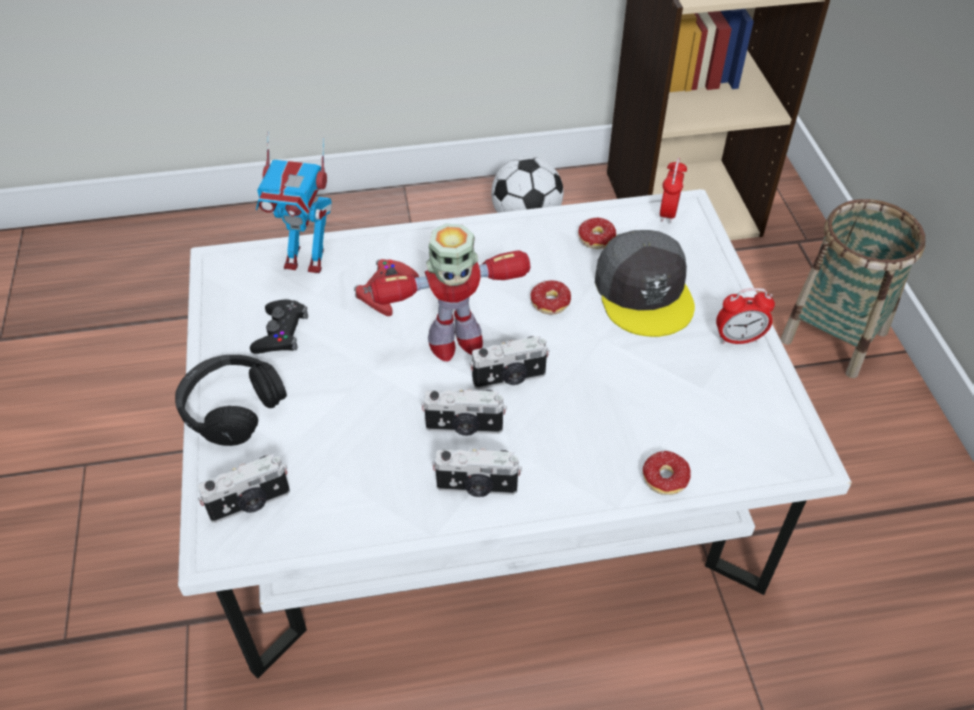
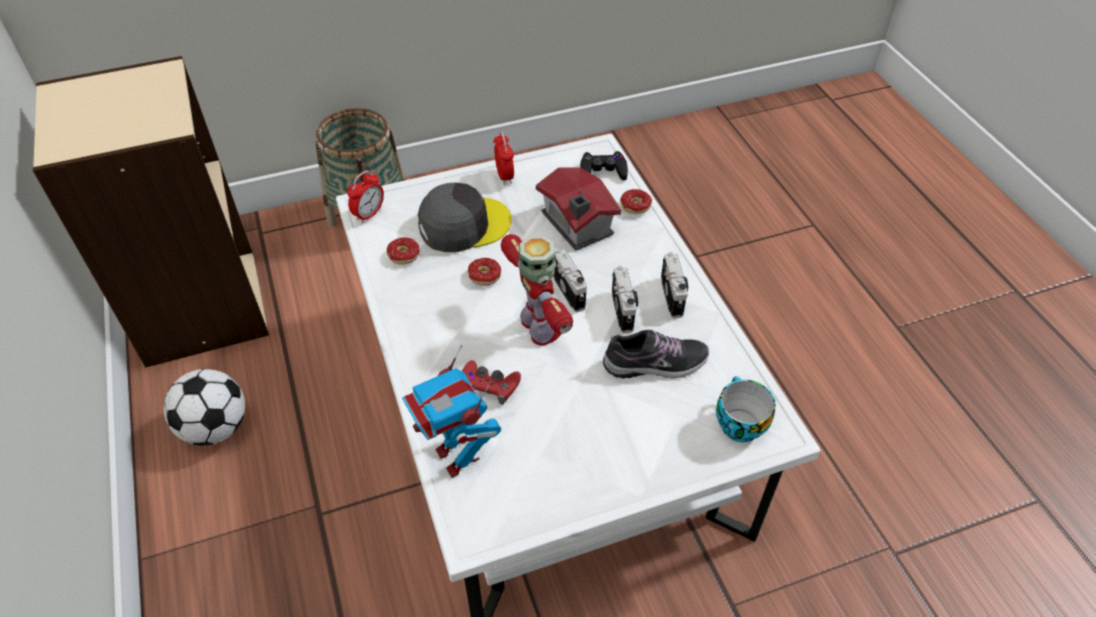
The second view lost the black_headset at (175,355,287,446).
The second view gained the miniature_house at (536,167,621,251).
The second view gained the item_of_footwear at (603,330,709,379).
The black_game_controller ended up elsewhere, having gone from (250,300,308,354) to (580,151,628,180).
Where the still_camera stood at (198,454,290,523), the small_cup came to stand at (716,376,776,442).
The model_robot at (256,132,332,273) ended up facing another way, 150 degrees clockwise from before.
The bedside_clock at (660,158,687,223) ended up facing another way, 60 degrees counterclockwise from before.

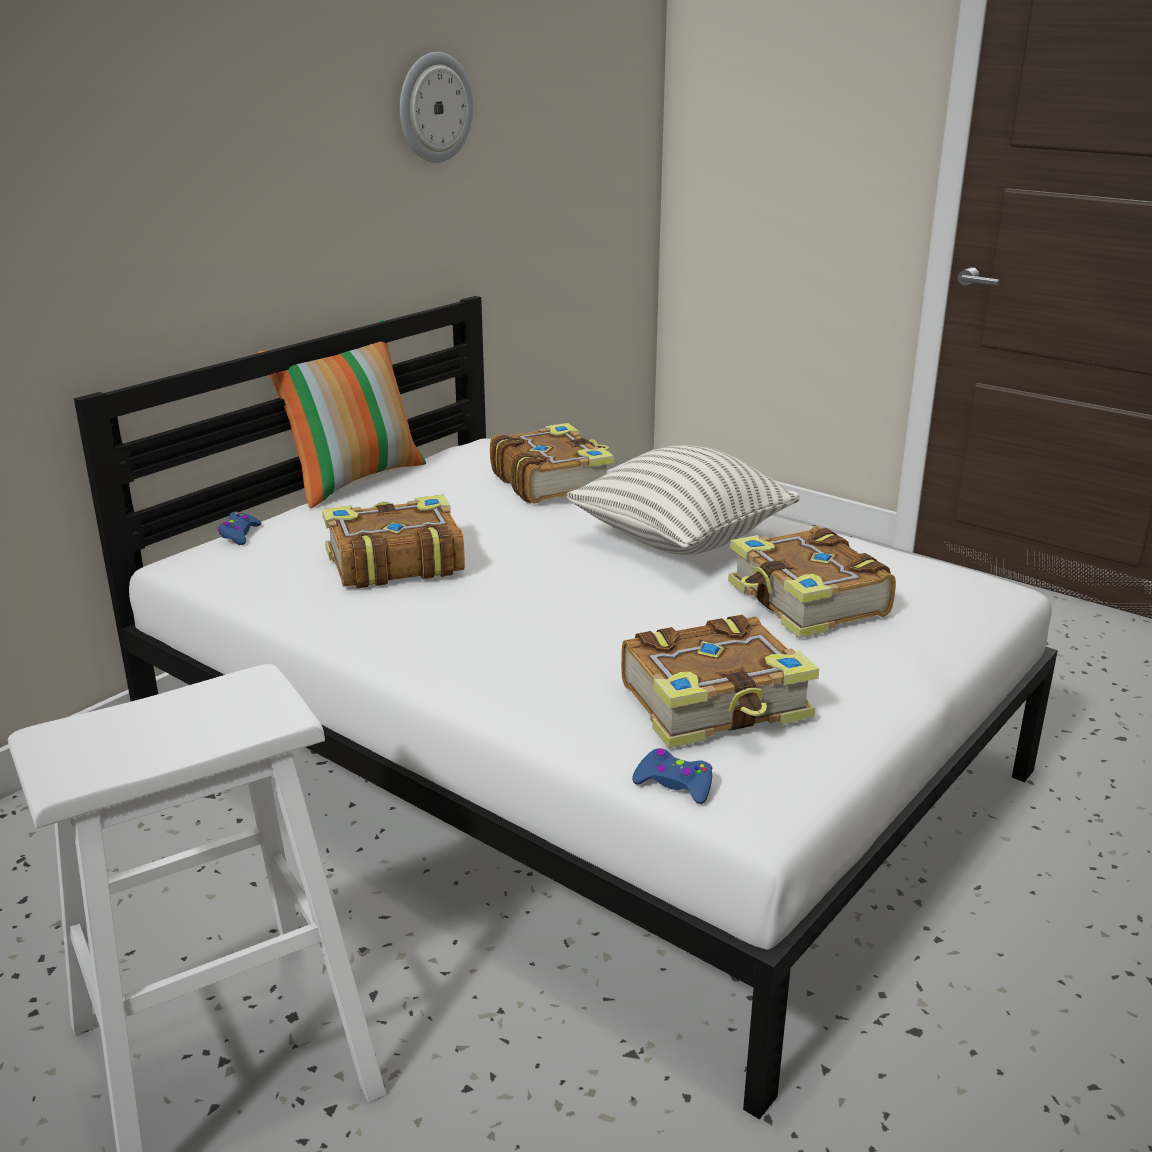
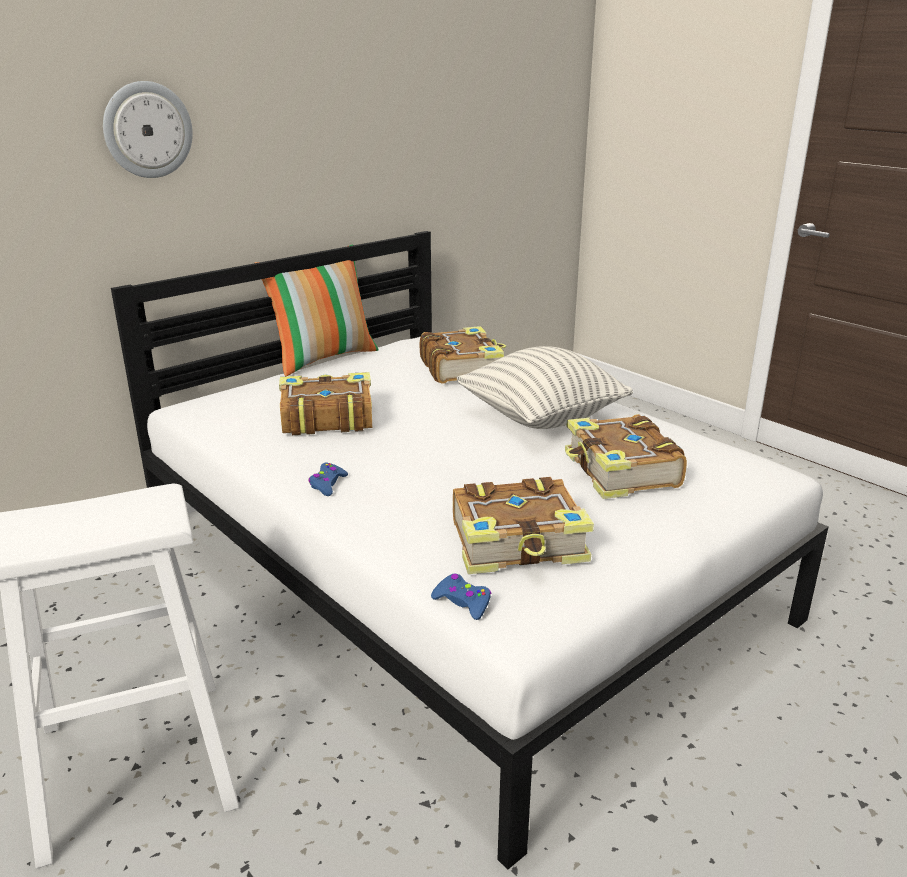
The bluish_game_controller ended up elsewhere, having gone from (218,512,261,545) to (308,462,348,496).
The clock_on_the_wall ended up elsewhere, having gone from (400,52,474,163) to (103,81,193,178).

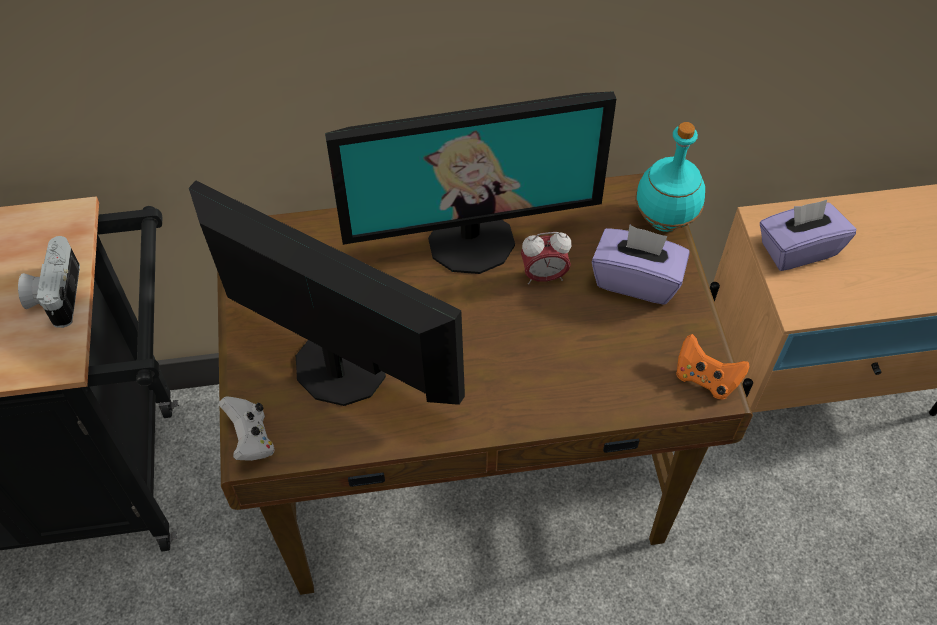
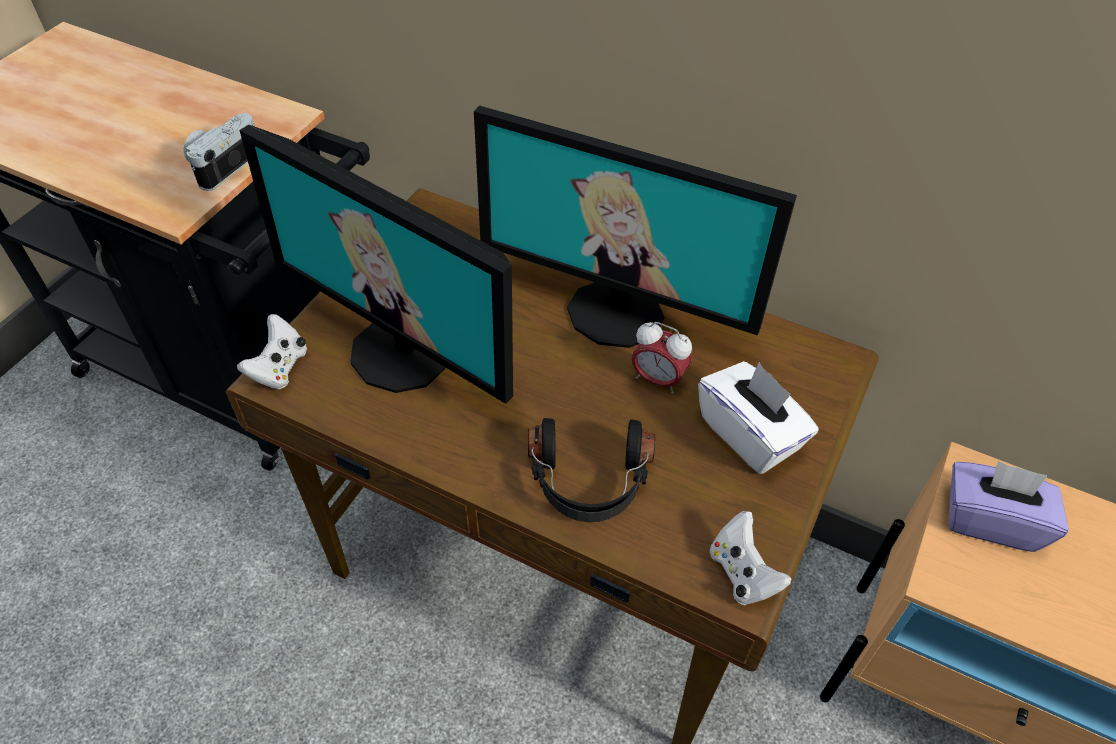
The second view lost the turquoise-coloured_bottle at (635,122,705,232).
The second view gained the black_headset at (528,418,656,522).
What was the purple_tissue_box at (591,224,690,305) turned into the whitish_tissue_box at (698,361,819,474).
What was the orange_game_controller at (676,334,750,400) turned into the whitish_game_controller at (710,511,792,606).
The monitor at (189,181,465,406) ended up facing another way, 150 degrees clockwise from before.

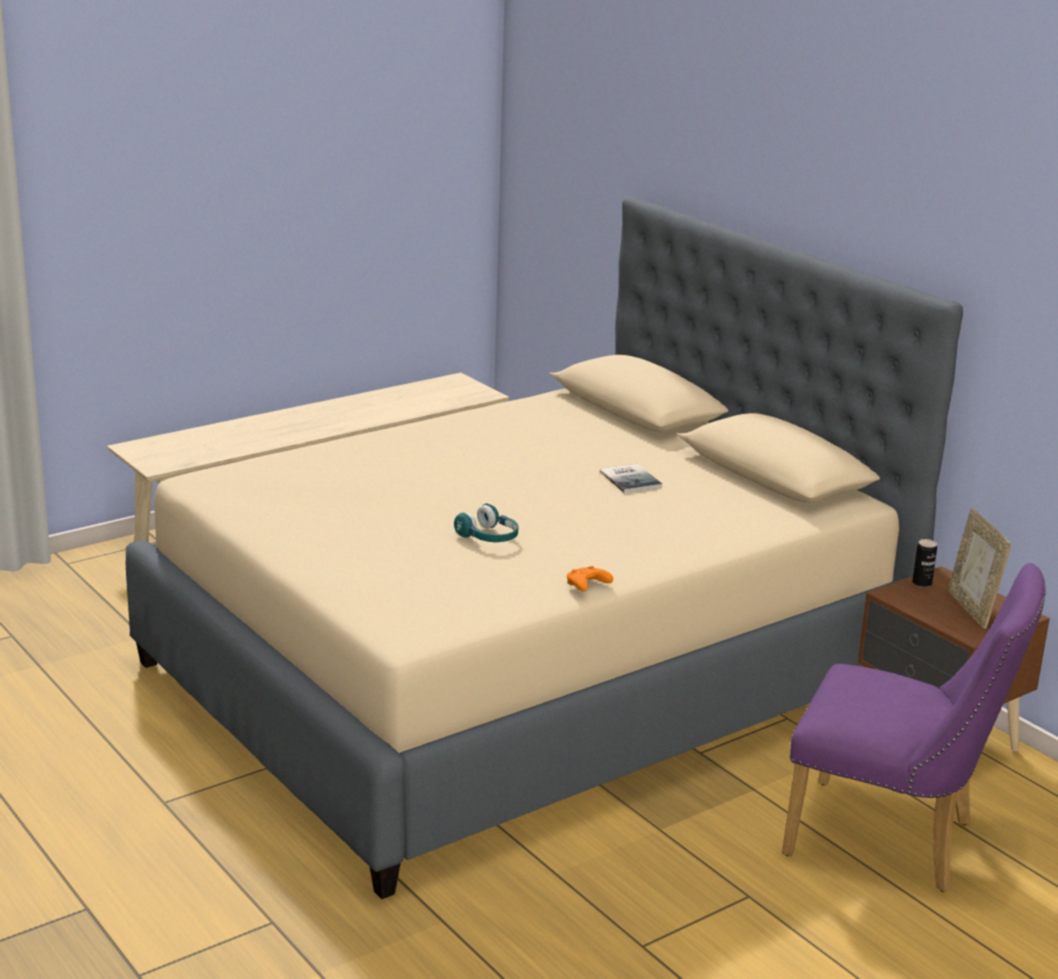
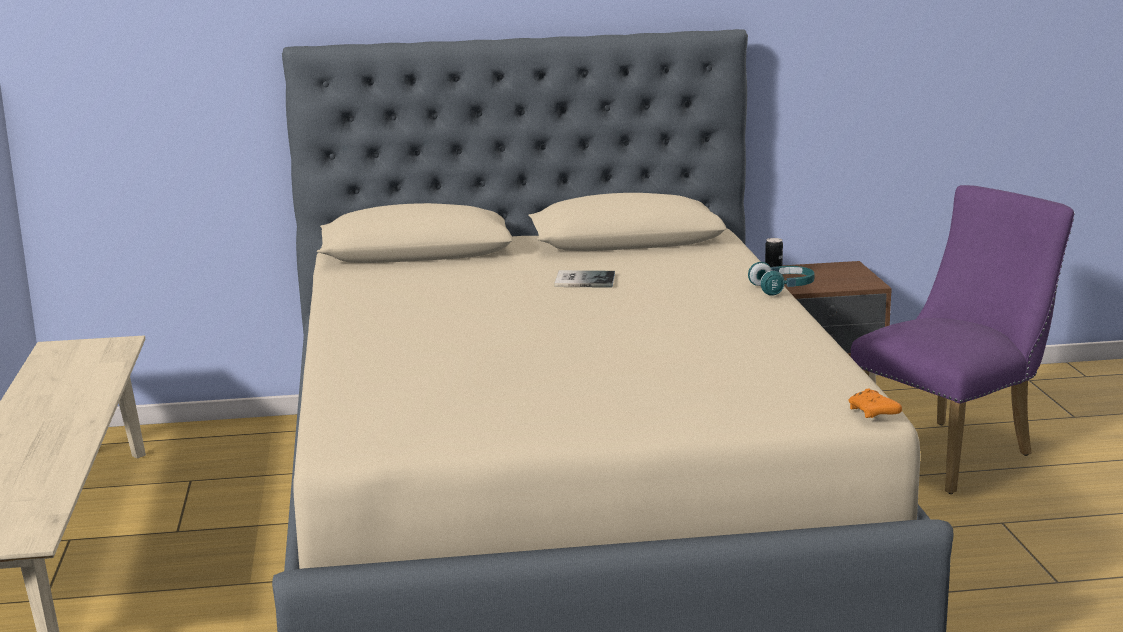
The second view lost the standing_frame at (948,508,1011,629).
The turquoise-coloured_headset ended up elsewhere, having gone from (454,504,518,542) to (748,262,815,296).
The orange_game_controller ended up elsewhere, having gone from (567,566,613,592) to (849,388,902,418).

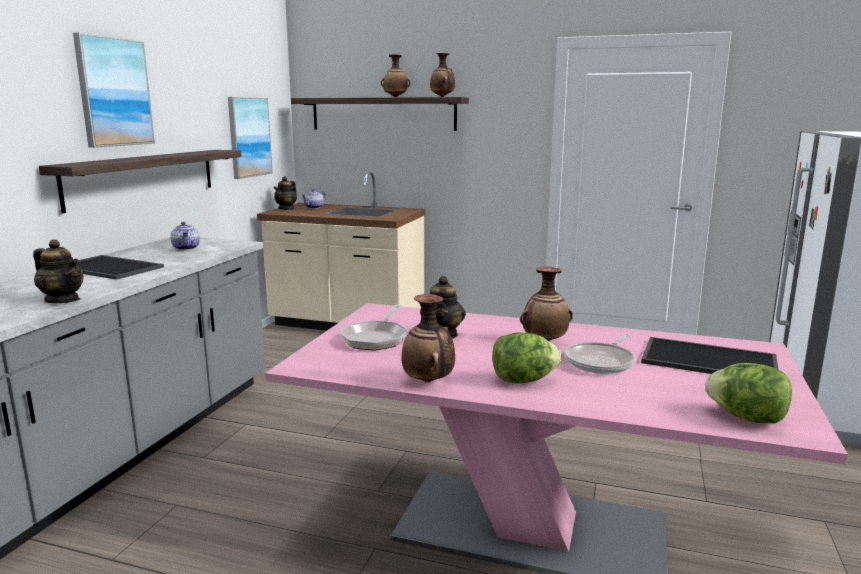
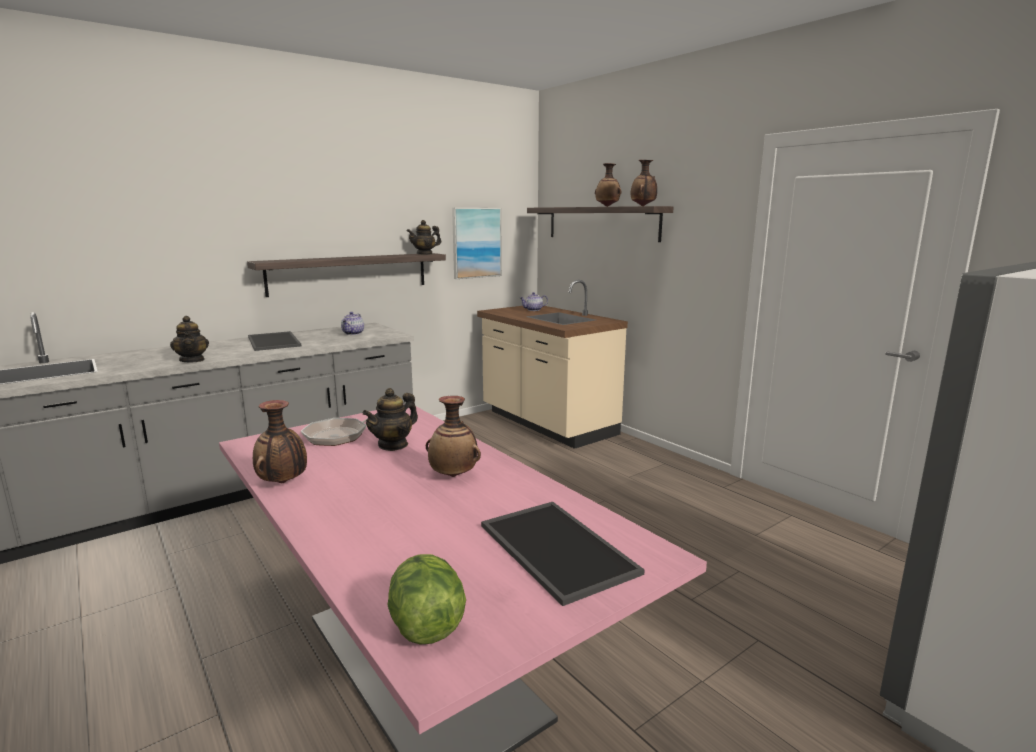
The second view lost the picture at (73,32,155,148).
The second view lost the lettuce_head at (492,332,561,384).
The second view lost the pan at (564,334,635,374).
The teapot ended up elsewhere, having gone from (274,176,297,210) to (407,220,441,255).

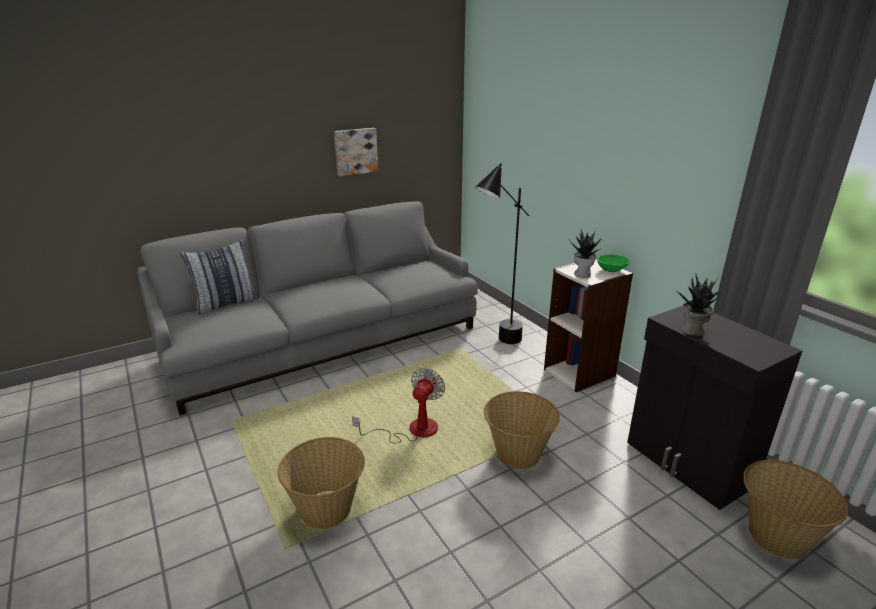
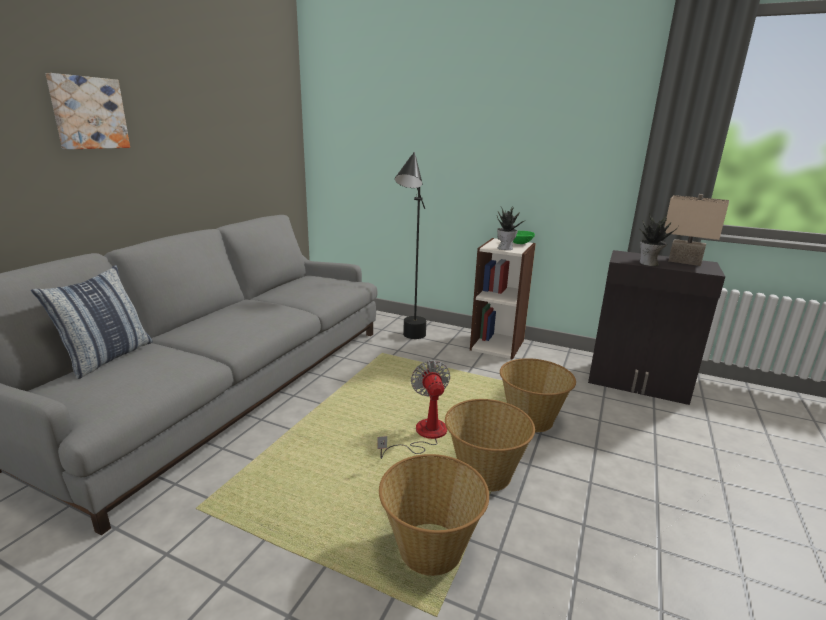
The second view gained the sand-coloured_table_lamp at (665,194,729,266).
The picture ended up elsewhere, having gone from (334,128,378,176) to (46,73,130,150).
The storage_basket ended up elsewhere, having gone from (743,460,848,559) to (445,399,535,492).

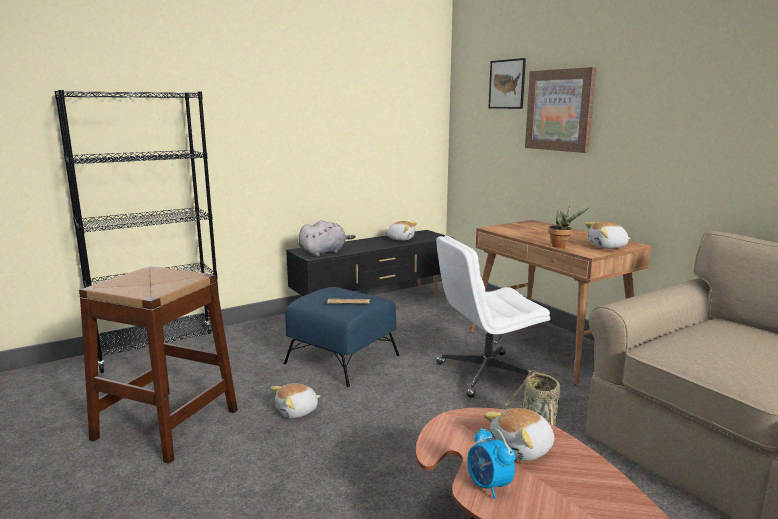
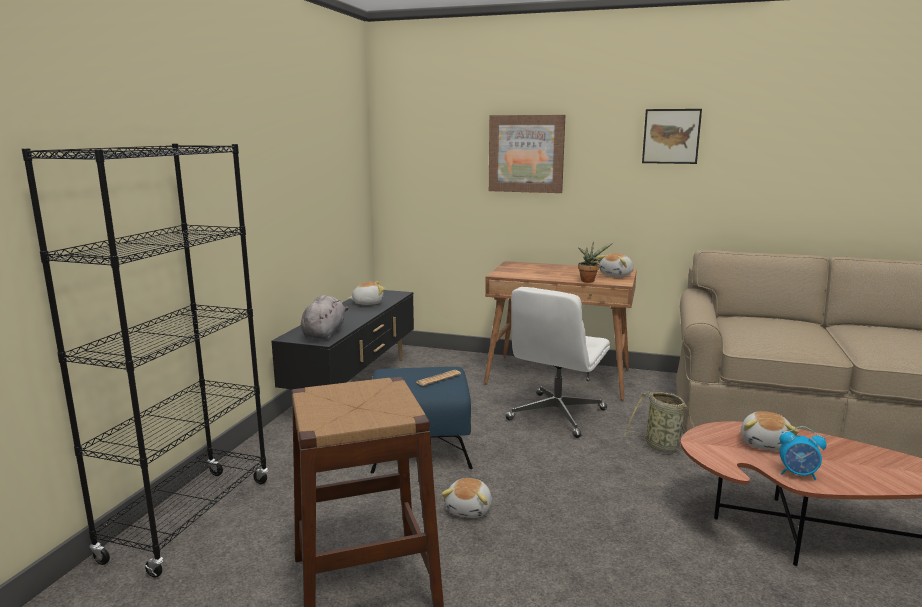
The picture ended up elsewhere, having gone from (488,58,526,109) to (642,109,702,164).

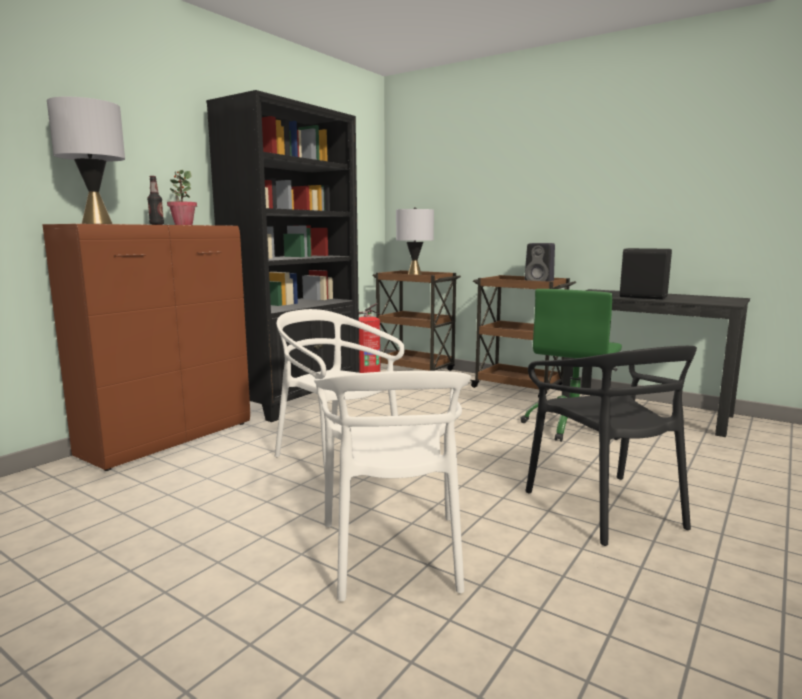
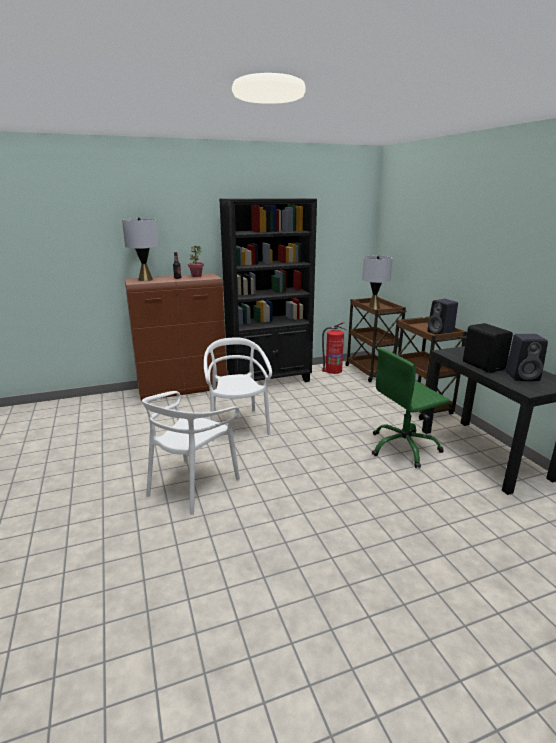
The second view lost the black_plain_chair at (525,346,697,546).
The second view gained the black_speaker at (506,334,548,381).

